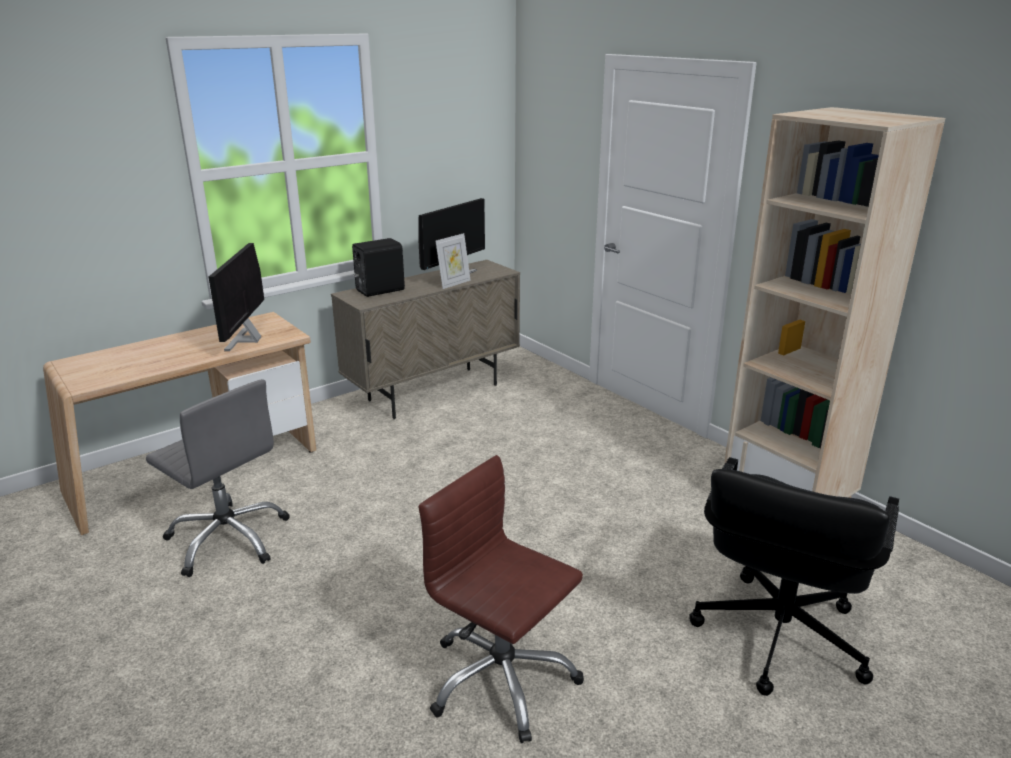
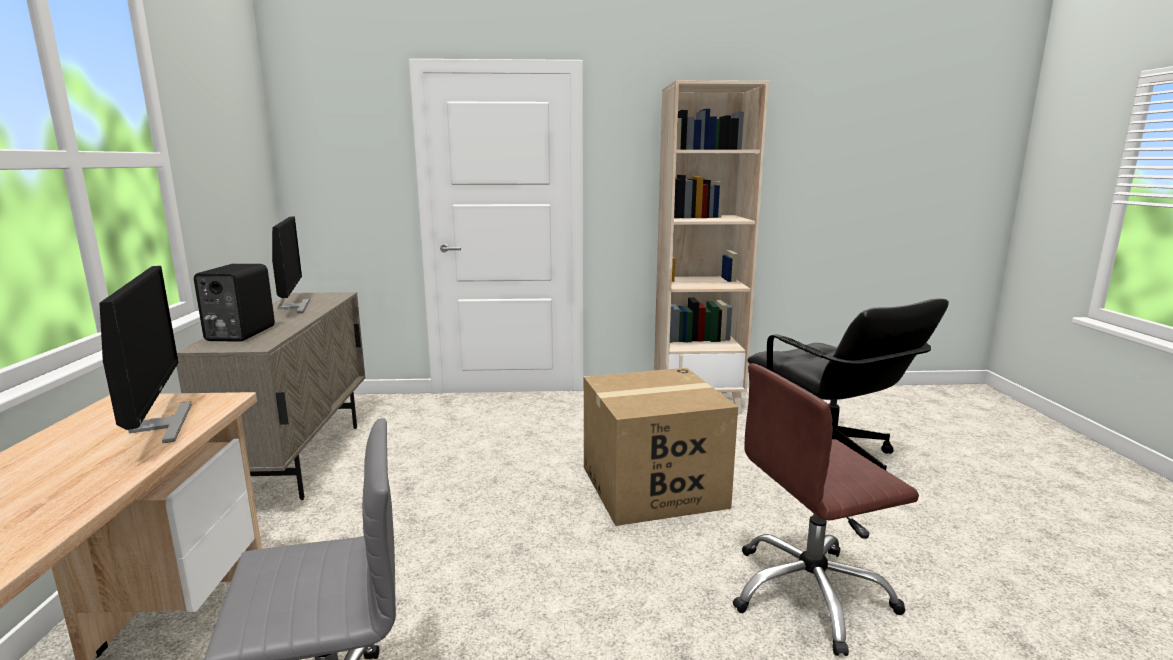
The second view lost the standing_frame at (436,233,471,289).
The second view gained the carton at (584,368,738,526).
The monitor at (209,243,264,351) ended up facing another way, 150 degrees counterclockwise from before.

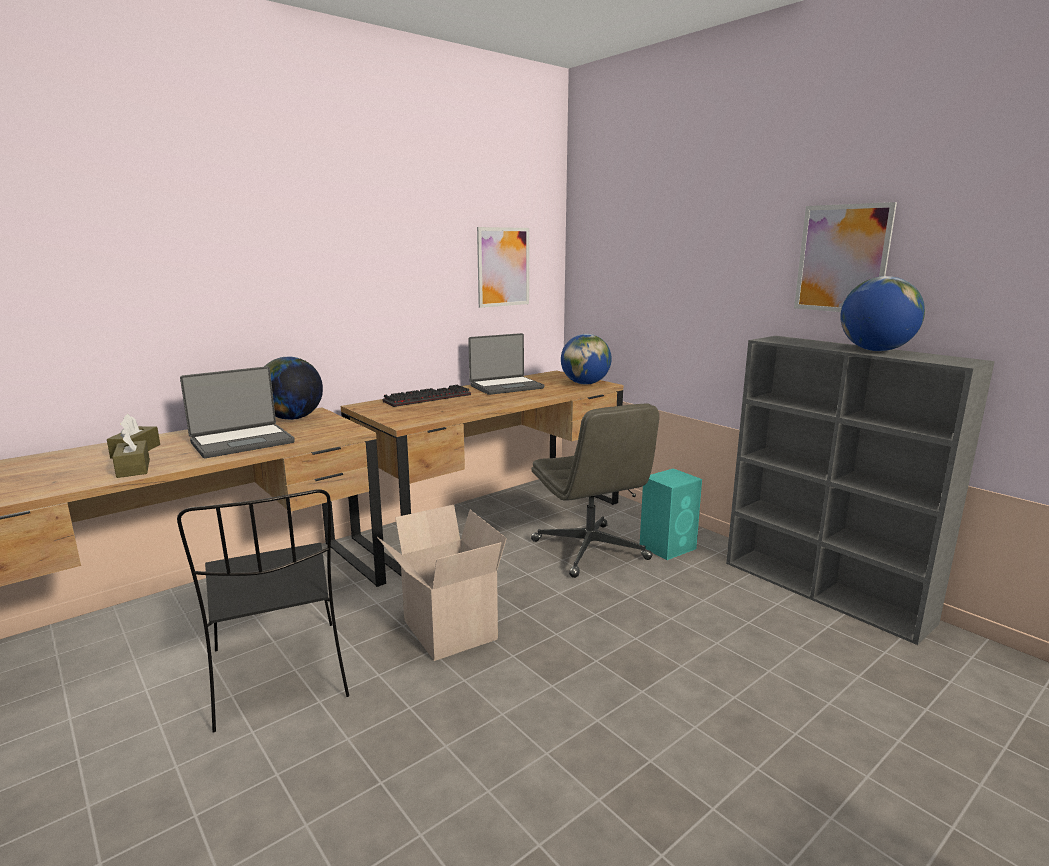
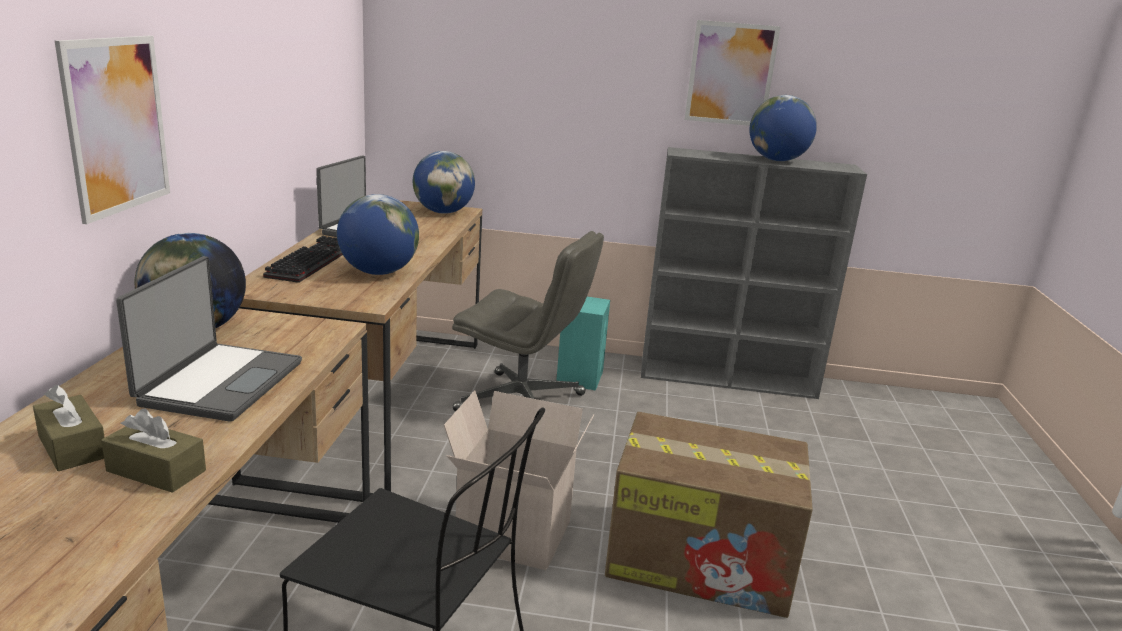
The second view gained the desk_globe at (337,194,419,275).
The second view gained the carton at (605,412,813,618).
The picture ended up elsewhere, having gone from (477,227,529,308) to (55,36,170,224).

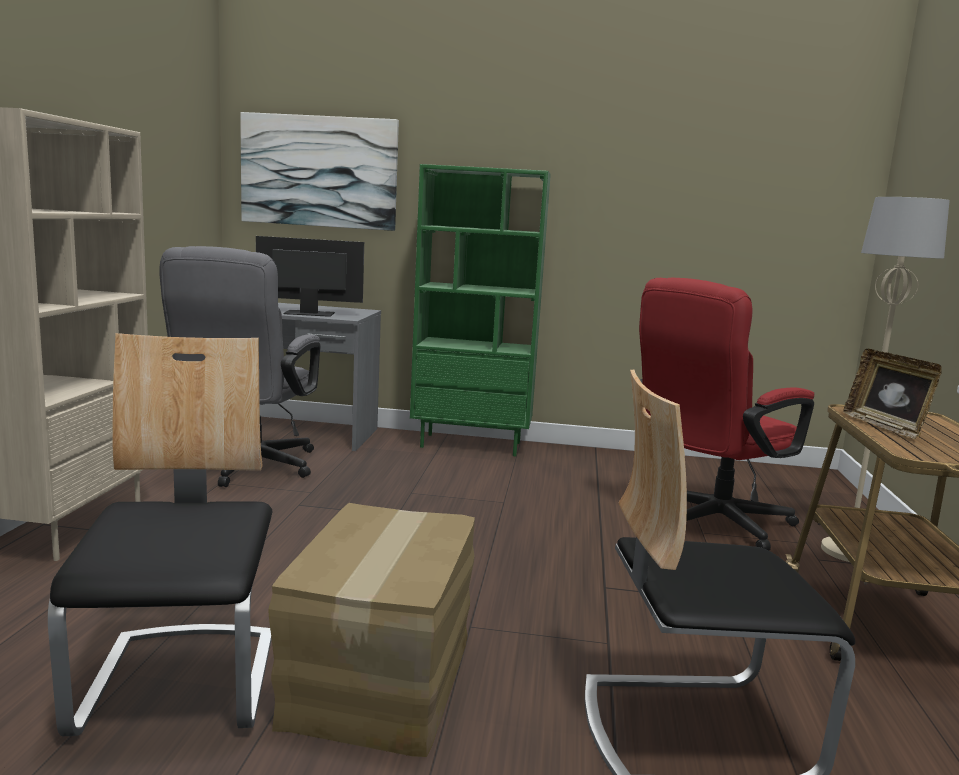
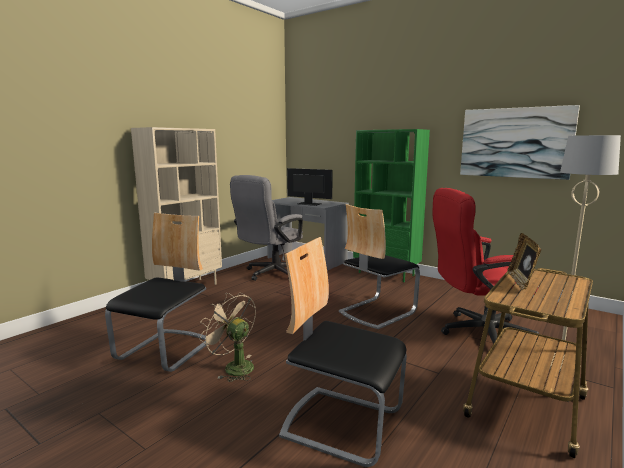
The second view gained the plain_chair at (339,204,420,329).
The picture ended up elsewhere, having gone from (240,112,399,231) to (460,105,580,180).
Where the carton stood at (268,503,475,757), the sand-coloured_cooling_fan came to stand at (199,293,256,382).

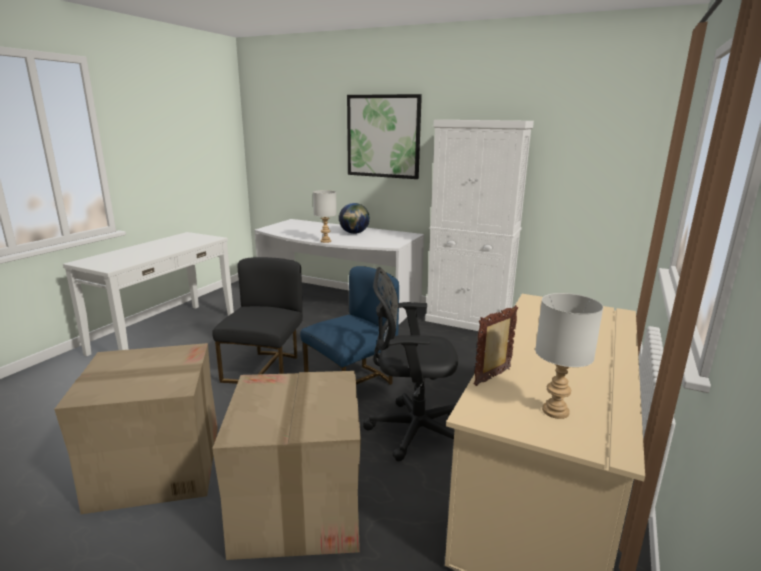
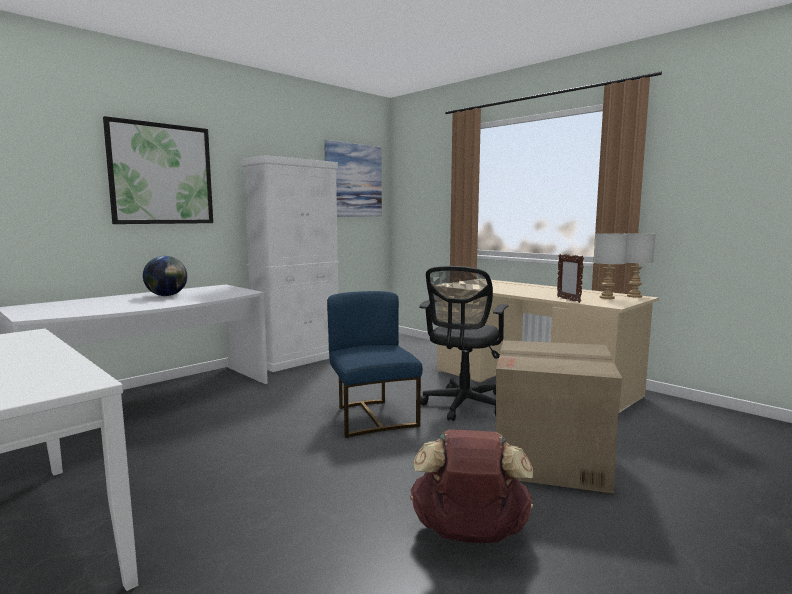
The second view lost the black_plain_chair at (212,257,303,384).
The second view gained the picture at (324,140,382,217).
The greyish_table_lamp ended up elsewhere, having gone from (313,190,337,243) to (623,233,656,298).
Where the carton stood at (54,343,218,514), the brownish_rucksack came to stand at (410,429,534,543).

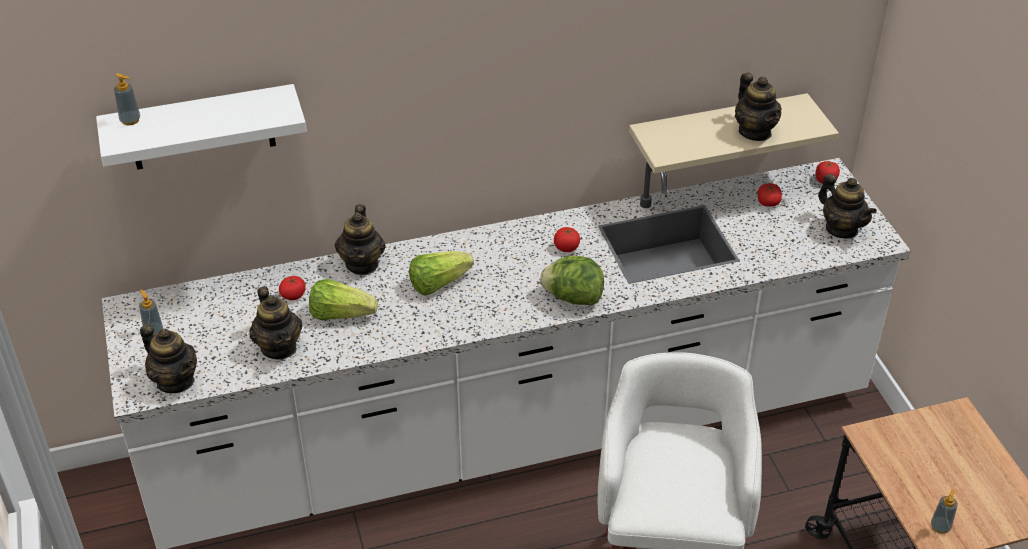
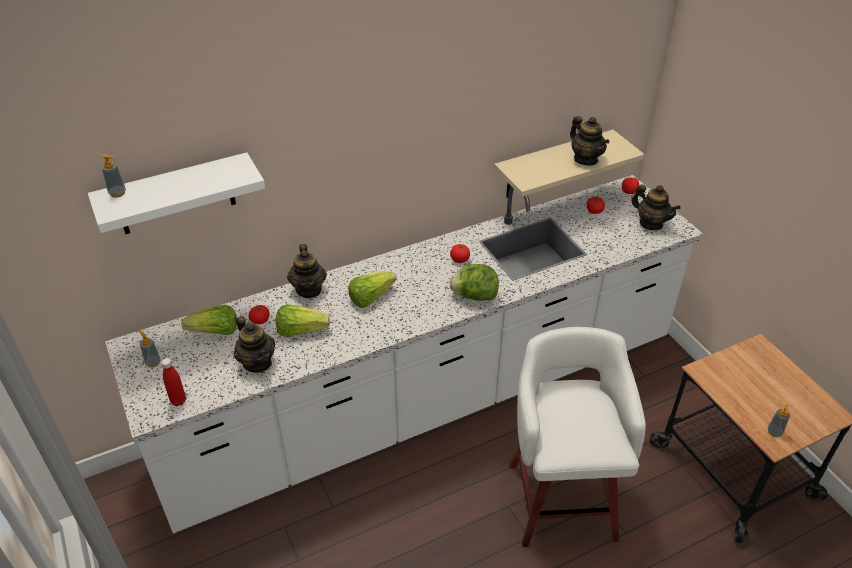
The second view gained the lettuce_head at (181,305,237,335).
Where the teapot stood at (140,324,197,393), the red-coloured_bottle came to stand at (161,358,186,406).

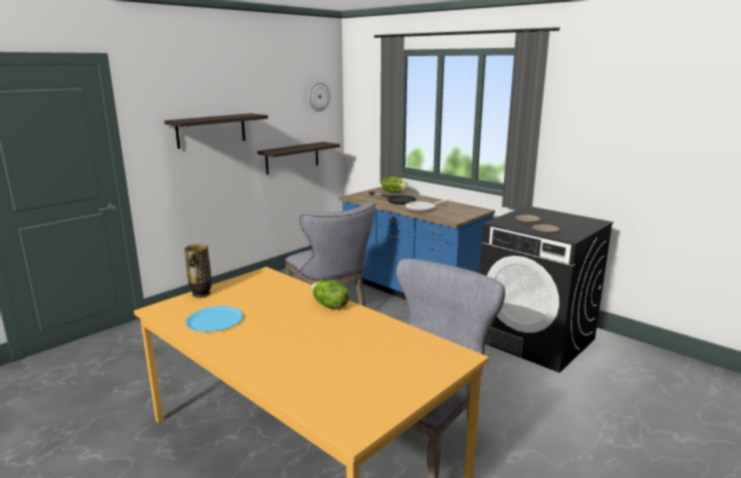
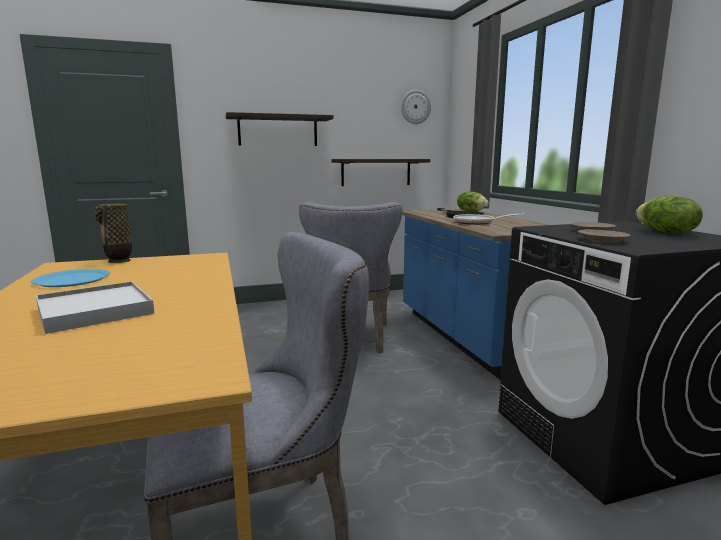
The second view gained the whitish_carrying_tray at (36,281,154,334).
The lettuce_head ended up elsewhere, having gone from (310,280,349,309) to (636,196,703,234).

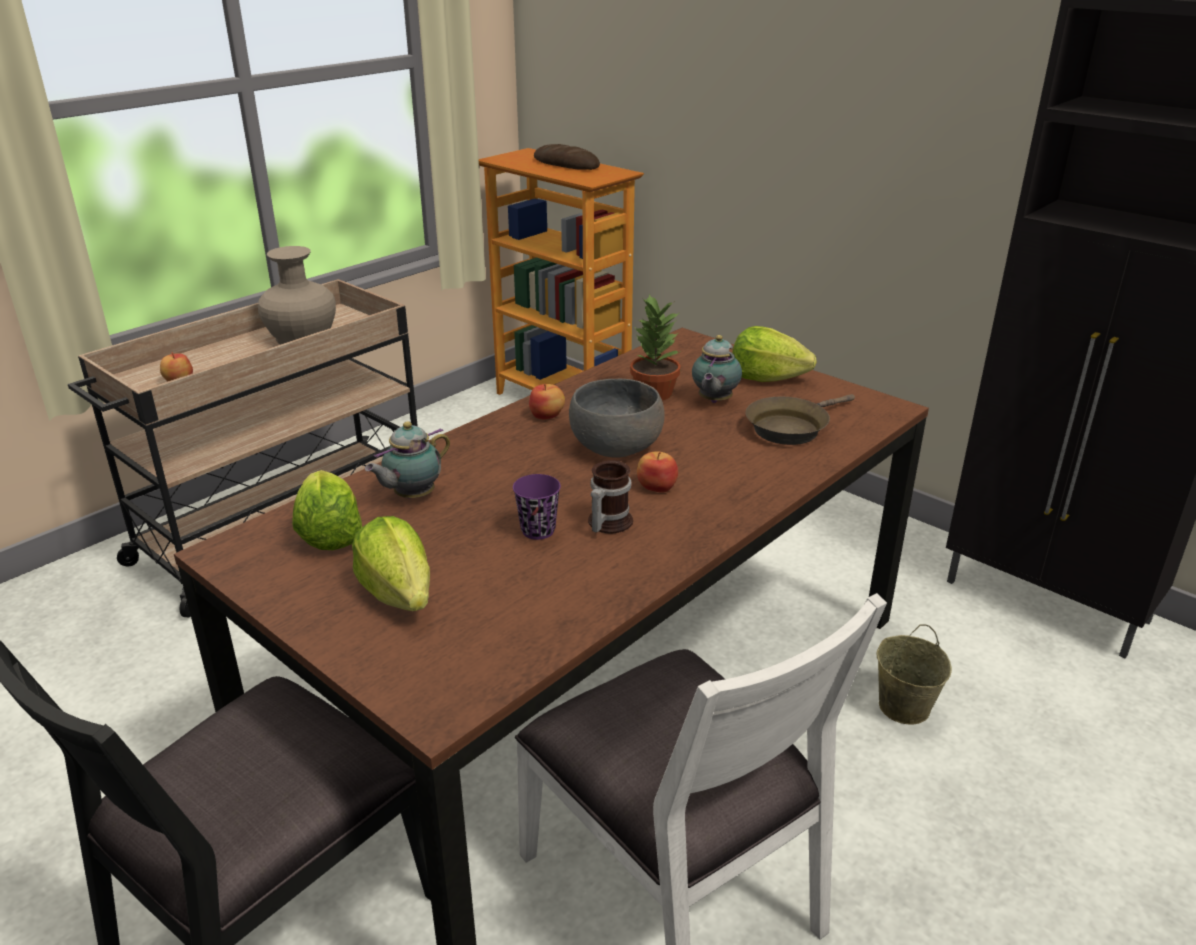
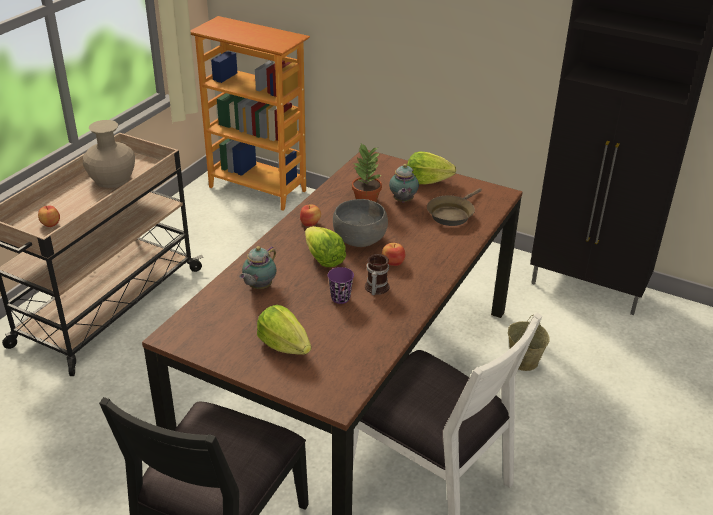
The second view lost the baked_bread at (534,144,600,170).
The lettuce_head ended up elsewhere, having gone from (292,470,362,550) to (305,226,346,267).

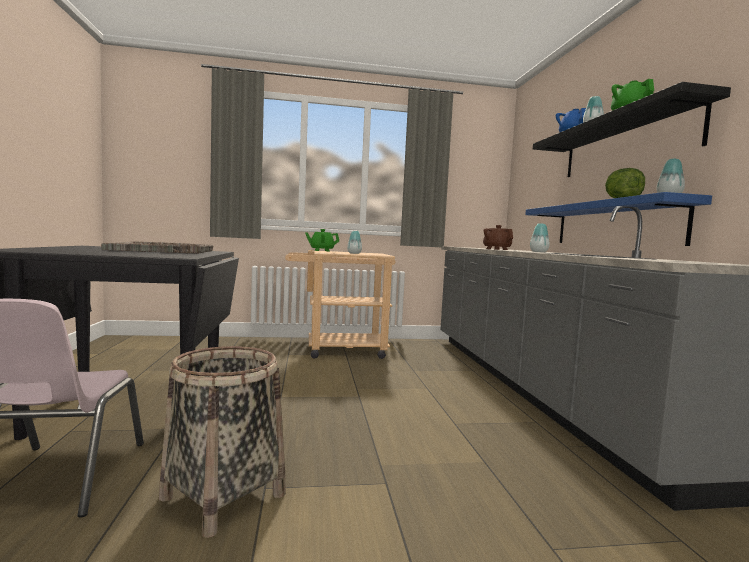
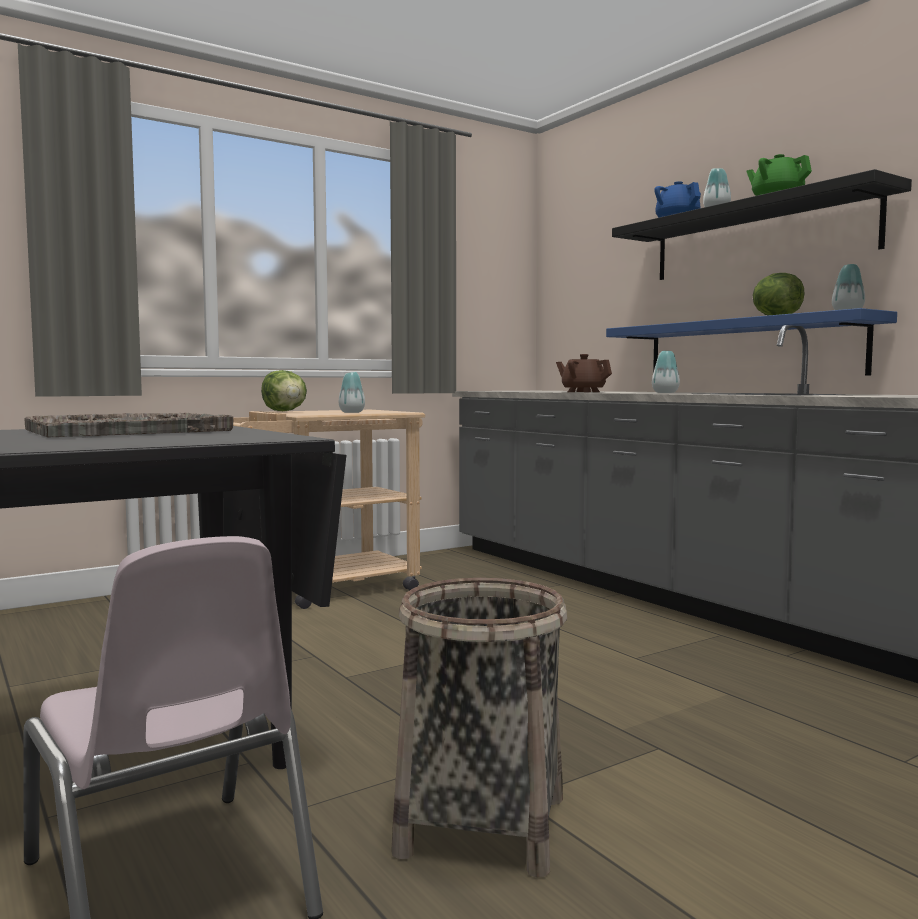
Where the green_teapot stood at (305,229,339,251), the lettuce_head came to stand at (261,370,307,411).

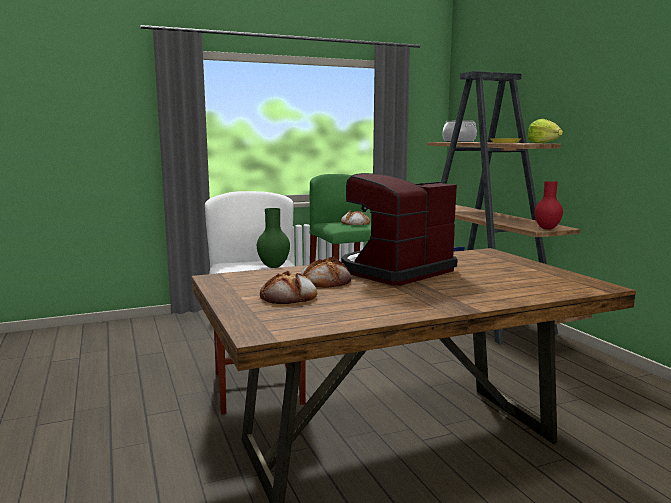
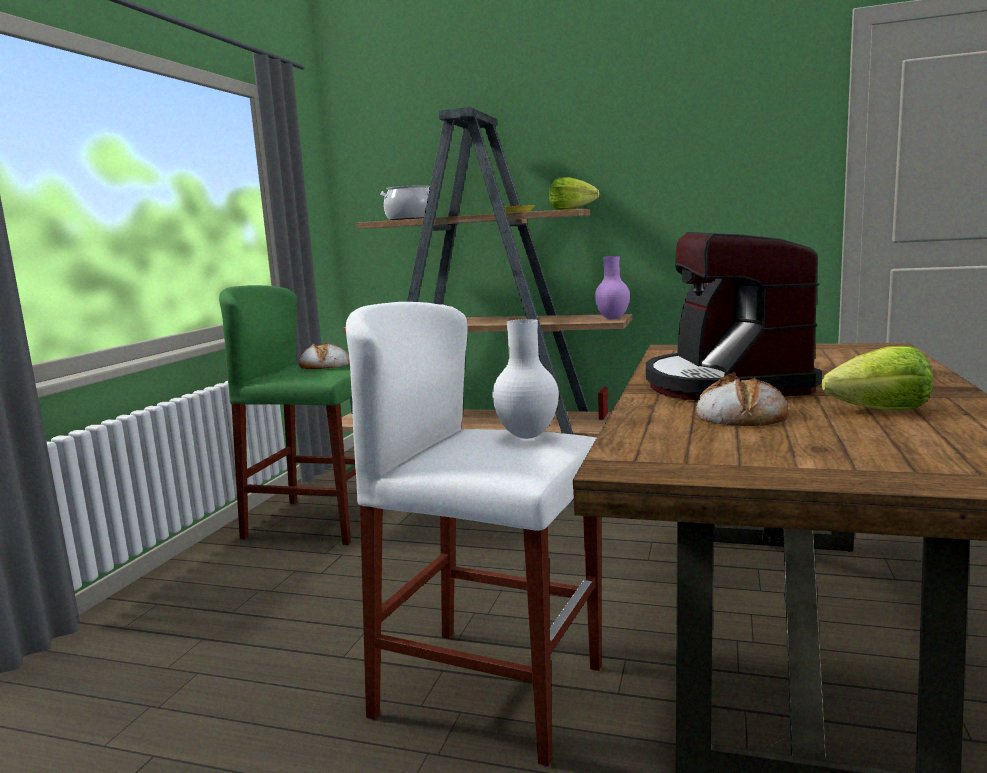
The second view lost the baked_bread at (260,271,317,304).
The second view gained the lettuce_head at (821,346,933,410).
What was the green_flower_vase at (257,208,290,268) turned into the whitish_flower_vase at (492,319,559,439).
What was the red-coloured_flower_vase at (534,181,563,230) turned into the purple_flower_vase at (595,256,630,319).

